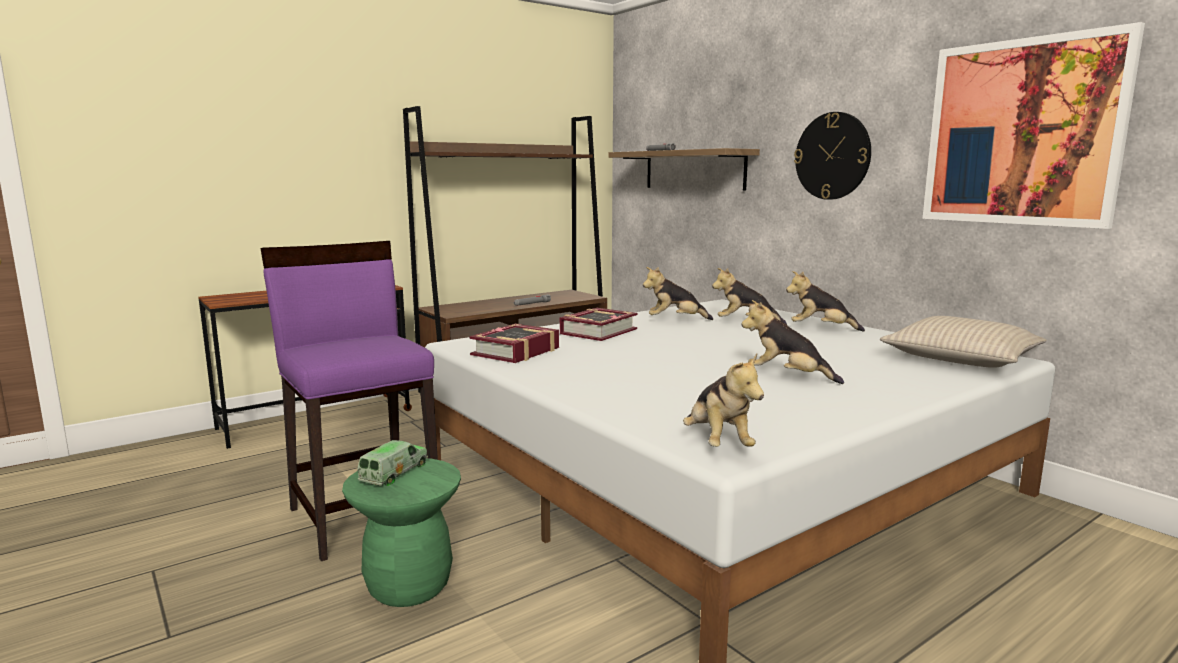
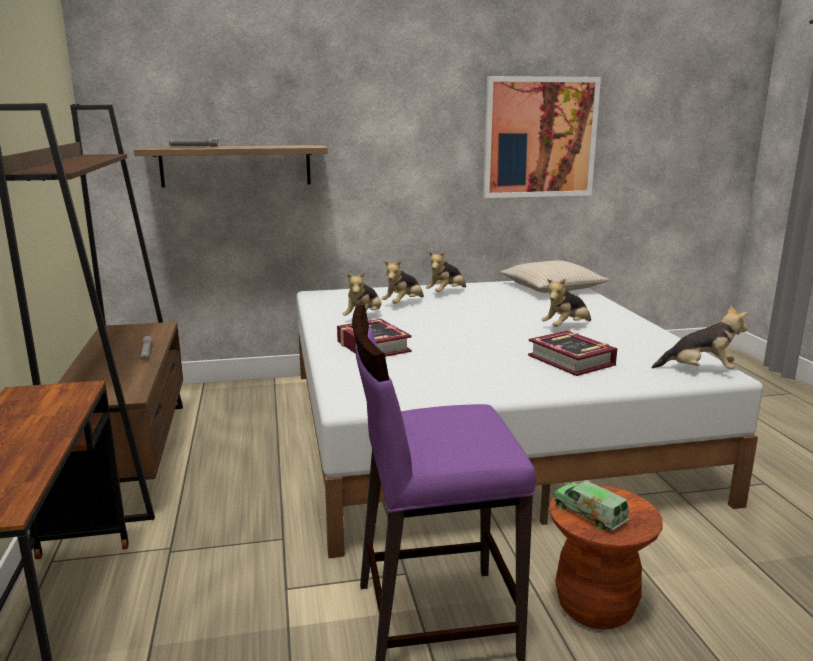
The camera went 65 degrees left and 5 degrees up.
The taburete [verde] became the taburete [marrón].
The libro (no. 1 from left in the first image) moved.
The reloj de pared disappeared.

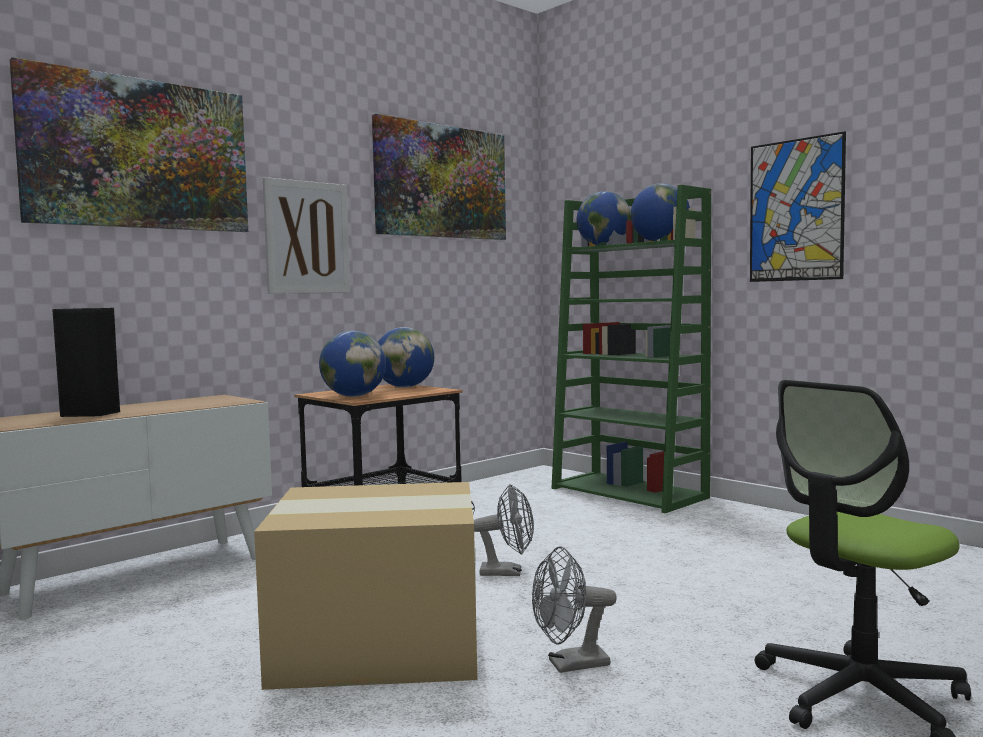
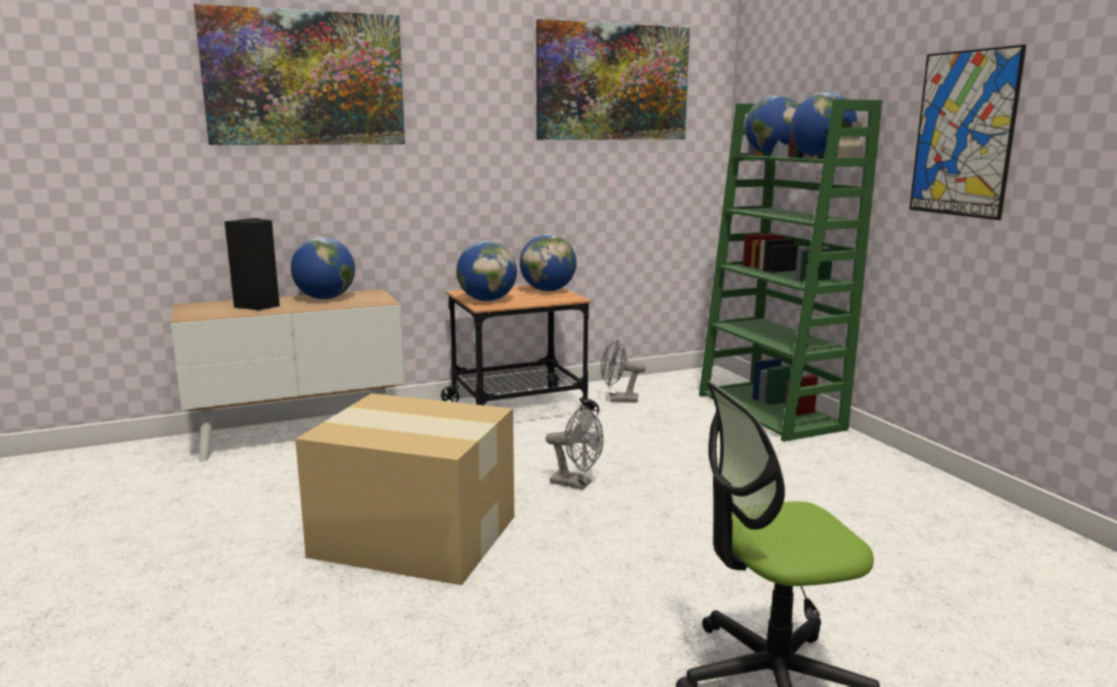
The camera went 20 degrees right and 10 degrees up.
The cuadro (no. 2 from left) disappeared.
The ventilador [gris] (no. 2 from left) moved.
The globo terráqueo (no. 1 from left) appeared.

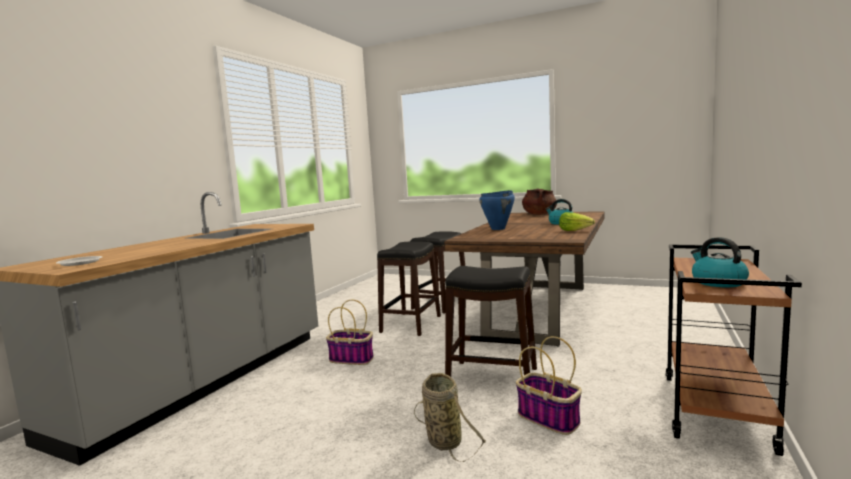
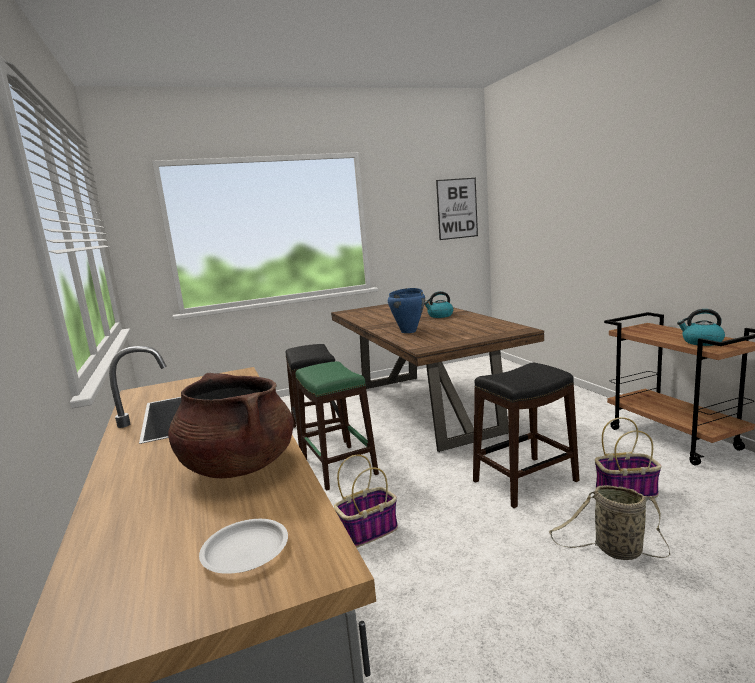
The camera went 45 degrees left and 5 degrees up.
The taburete [negro] (no. 1 from left) became the taburete [verde].
The olla [marrón] moved.
The lechuga disappeared.
The cuadro appeared.

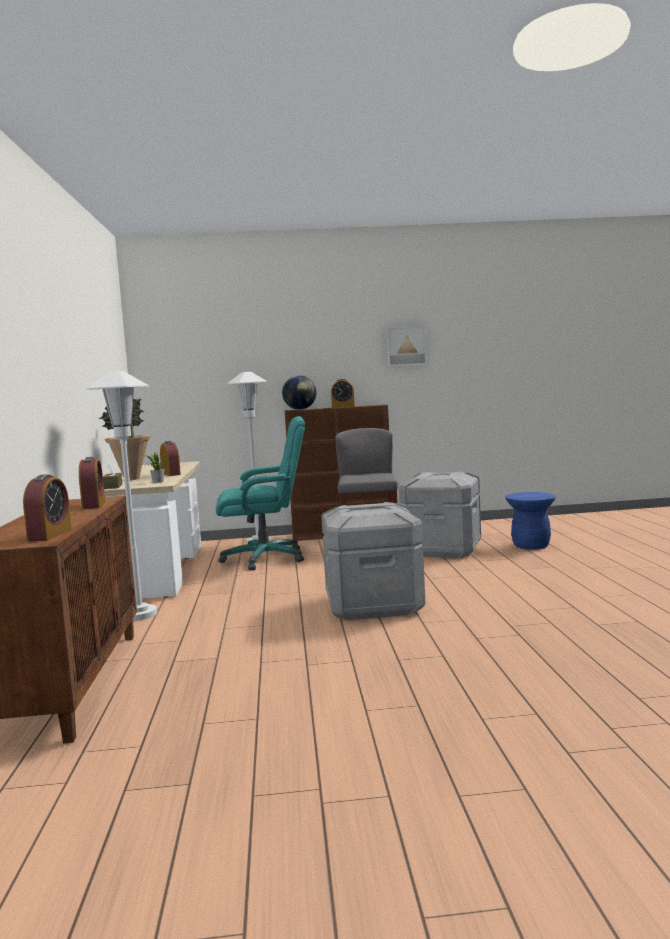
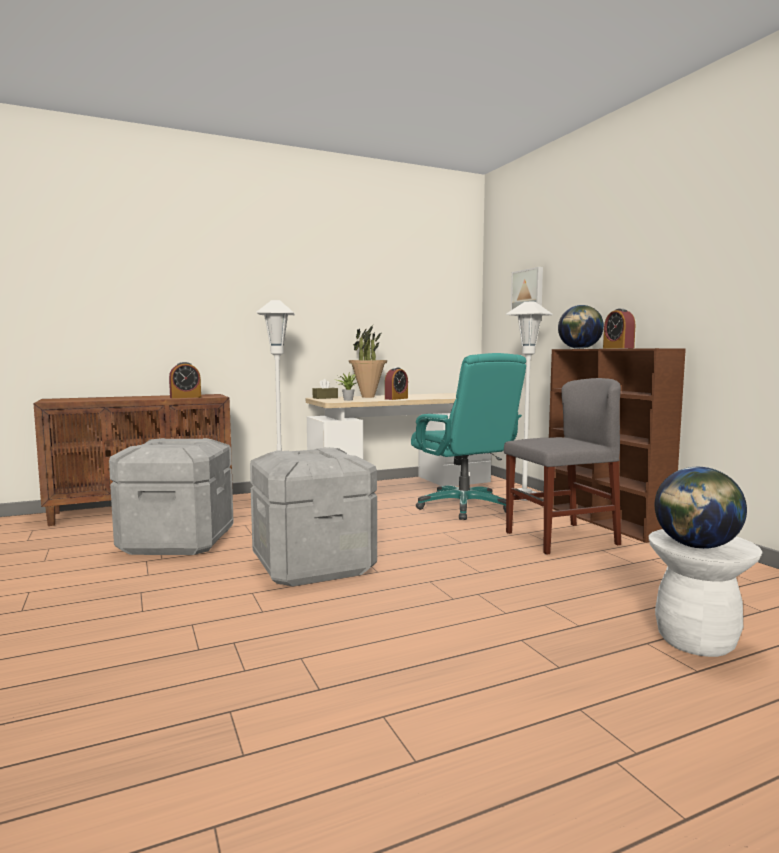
The camera went 70 degrees right and 0 degrees up.
The despertador (no. 1 from left) disappeared.
The cuadro moved.
The caja de almacenaje [gris] (no. 2 from left in the first image) moved.
The taburete [azul] became the taburete [blanco].
The globo terráqueo (no. 2 from left) appeared.

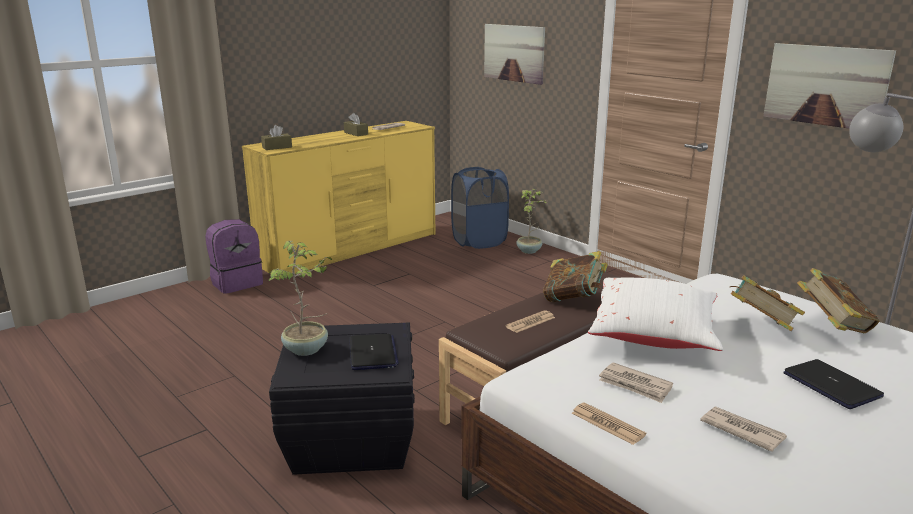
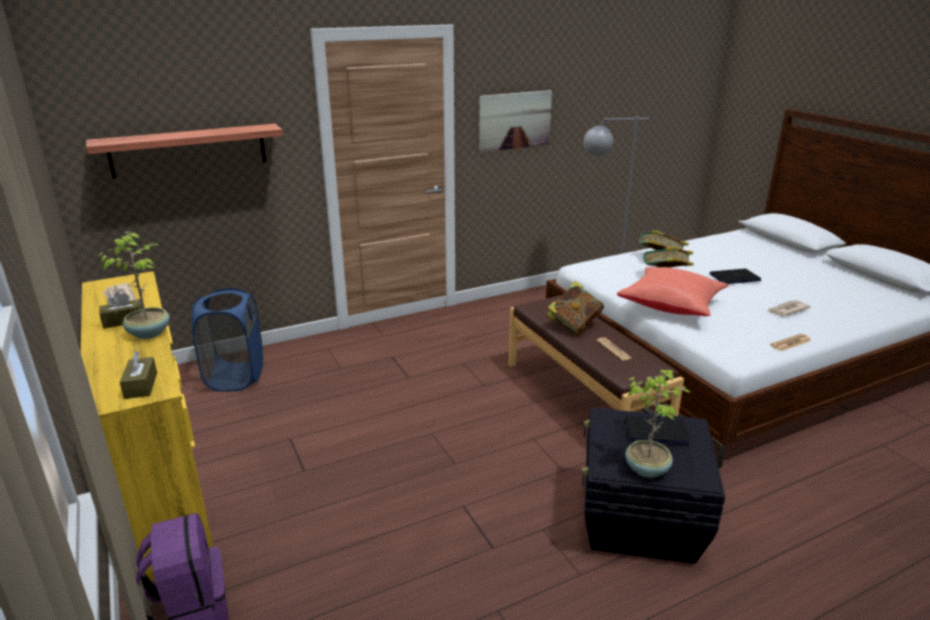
The camera went 75 degrees left and 5 degrees up.
The cuadro (no. 1 from left) was replaced by the estante.
The planta en maceta (no. 2 from left in the first image) moved.
The cojín [blanco] became the cojín [rojo].
The periódico (no. 4 from left) disappeared.

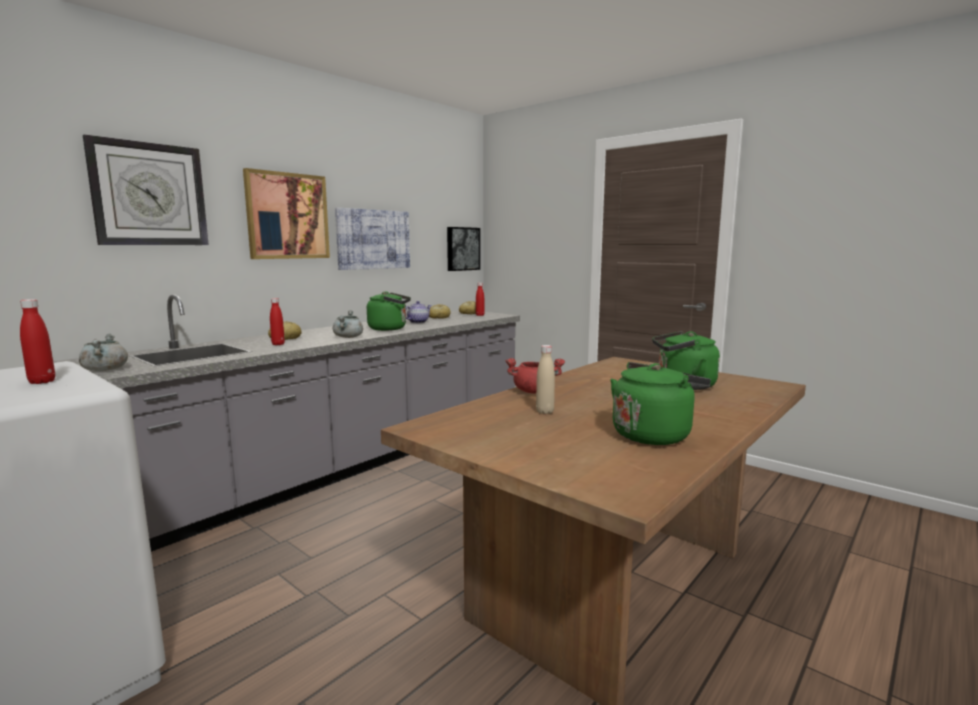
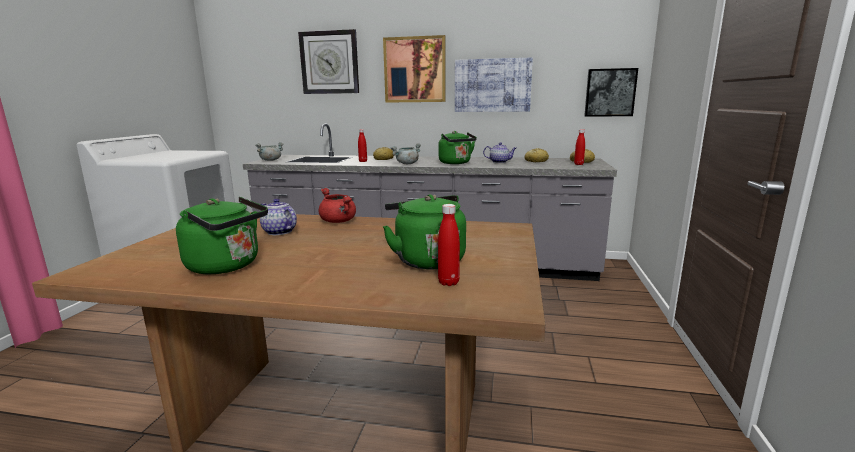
The camera went 60 degrees right and 5 degrees up.
The botella [rojo] (no. 1 from left in the first image) moved.
The botella [beis] was replaced by the tetera (no. 1 from left).

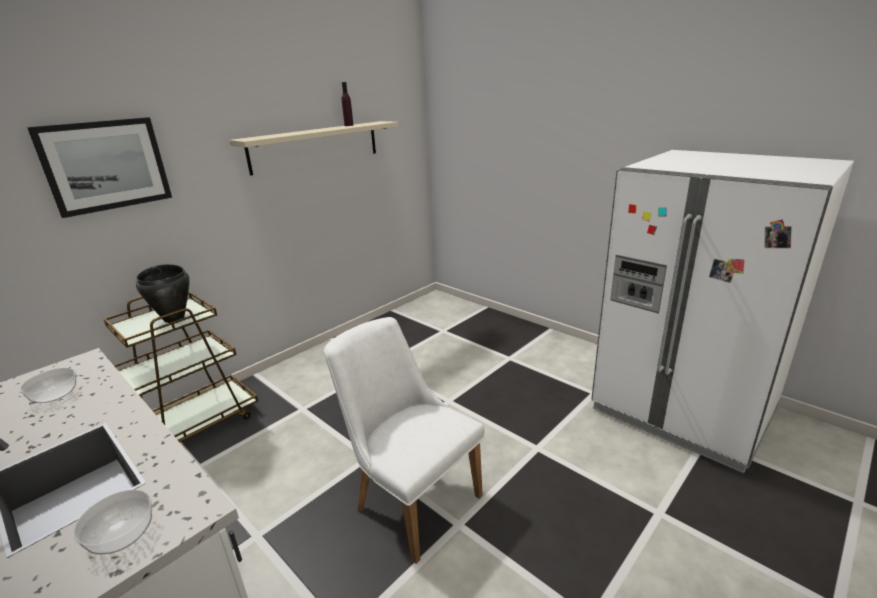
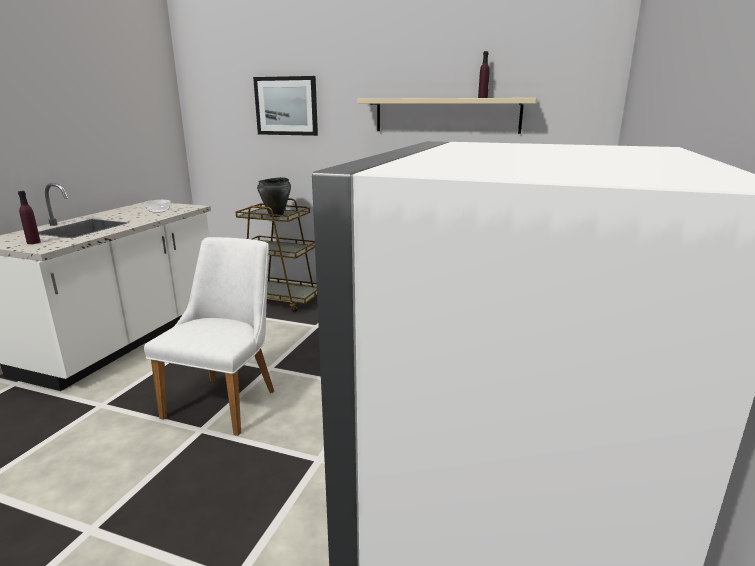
The camera went 65 degrees right and 5 degrees down.
The cuenco (no. 2 from left) was replaced by the botella [morado] (no. 1 from left).

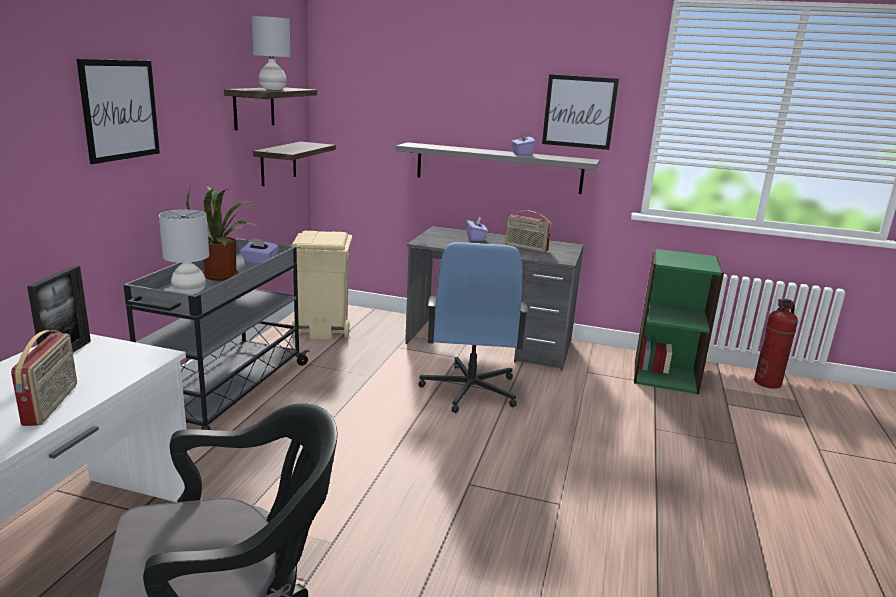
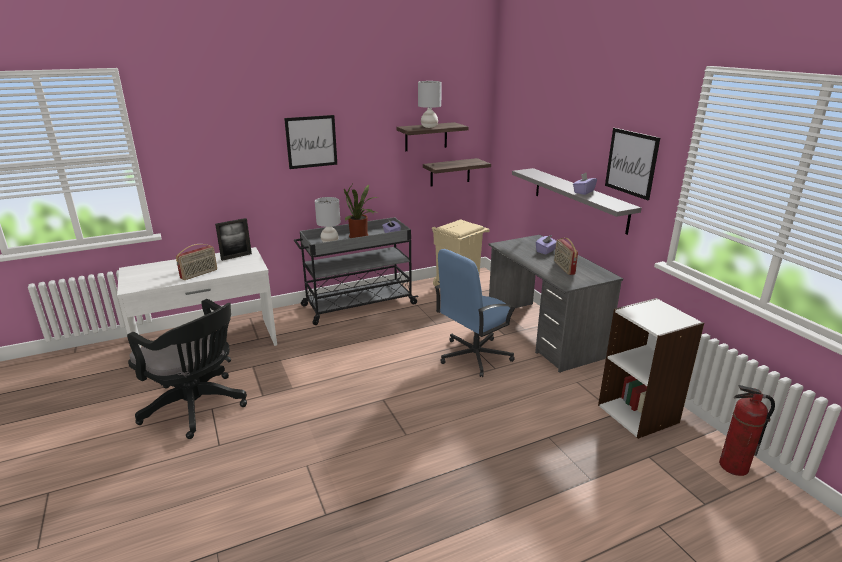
The camera went 50 degrees right and 5 degrees up.
The estantería [verde] became the estantería [blanco].

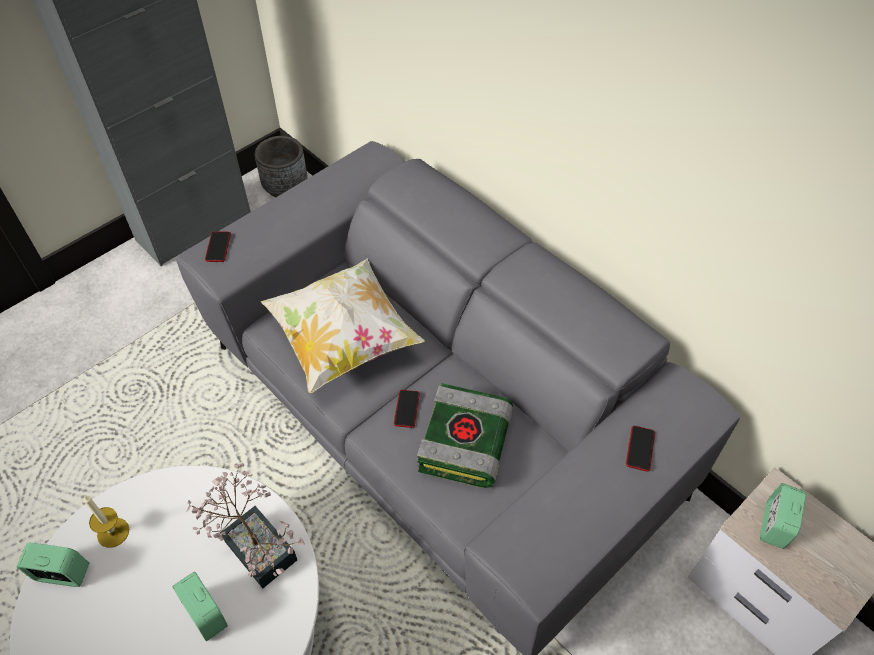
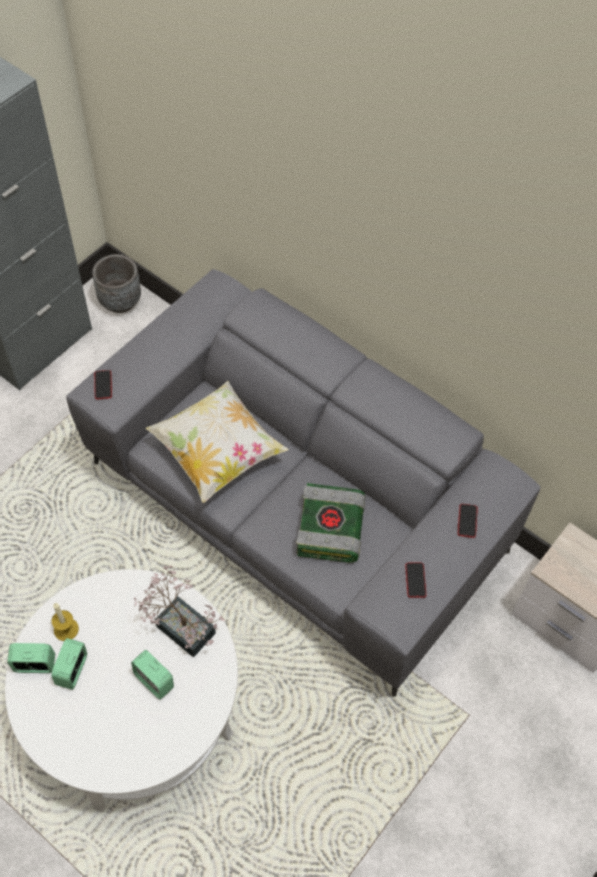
The camera went 10 degrees left and 5 degrees up.
The móvil (no. 2 from left) moved.
The despertador (no. 3 from left in the first image) moved.

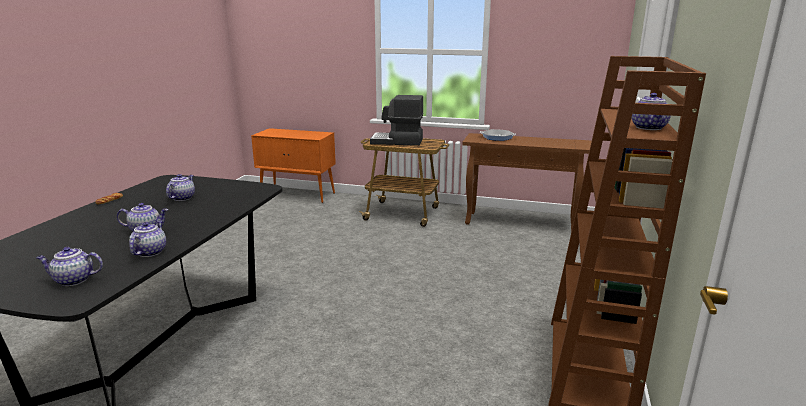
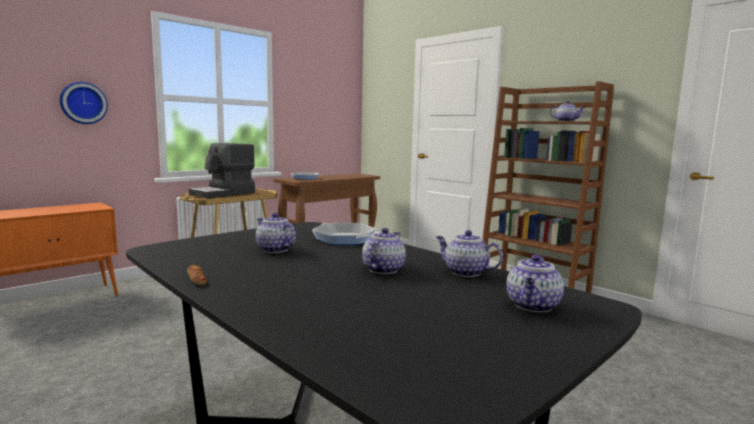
The camera went 60 degrees left and 10 degrees down.
The reloj de pared appeared.
The sartén (no. 2 from left) appeared.

